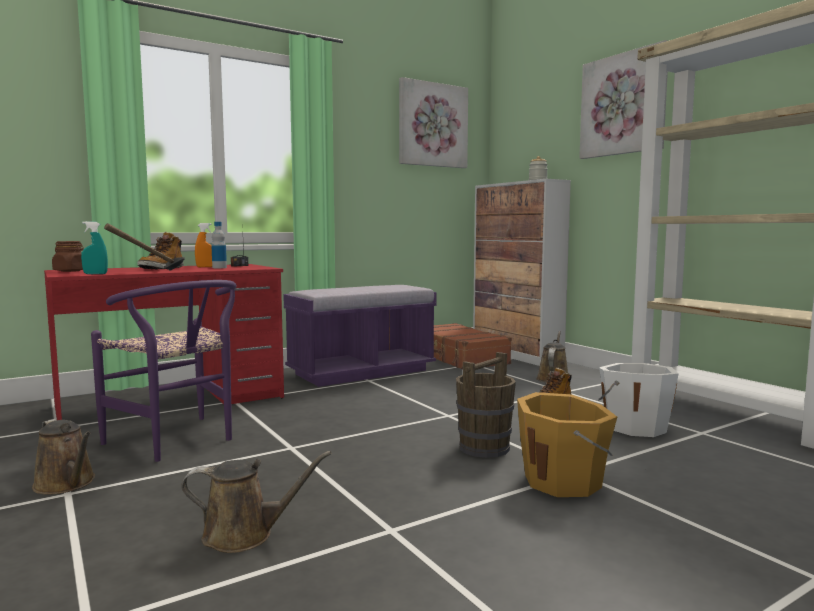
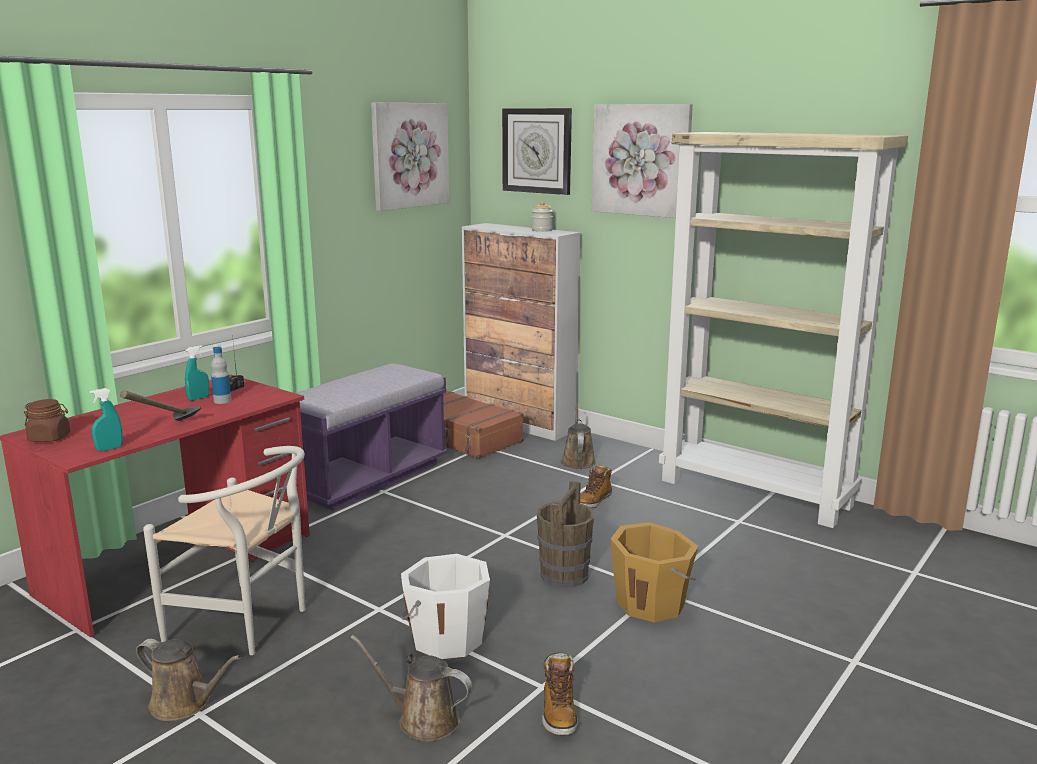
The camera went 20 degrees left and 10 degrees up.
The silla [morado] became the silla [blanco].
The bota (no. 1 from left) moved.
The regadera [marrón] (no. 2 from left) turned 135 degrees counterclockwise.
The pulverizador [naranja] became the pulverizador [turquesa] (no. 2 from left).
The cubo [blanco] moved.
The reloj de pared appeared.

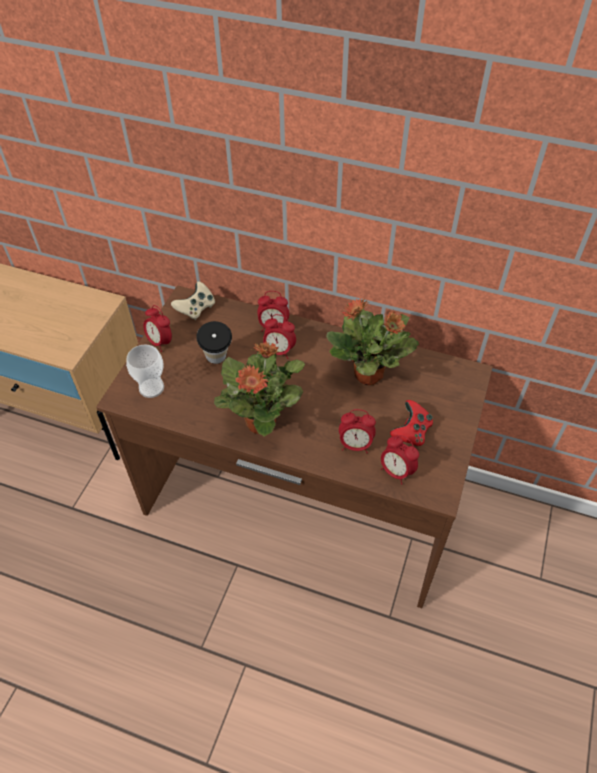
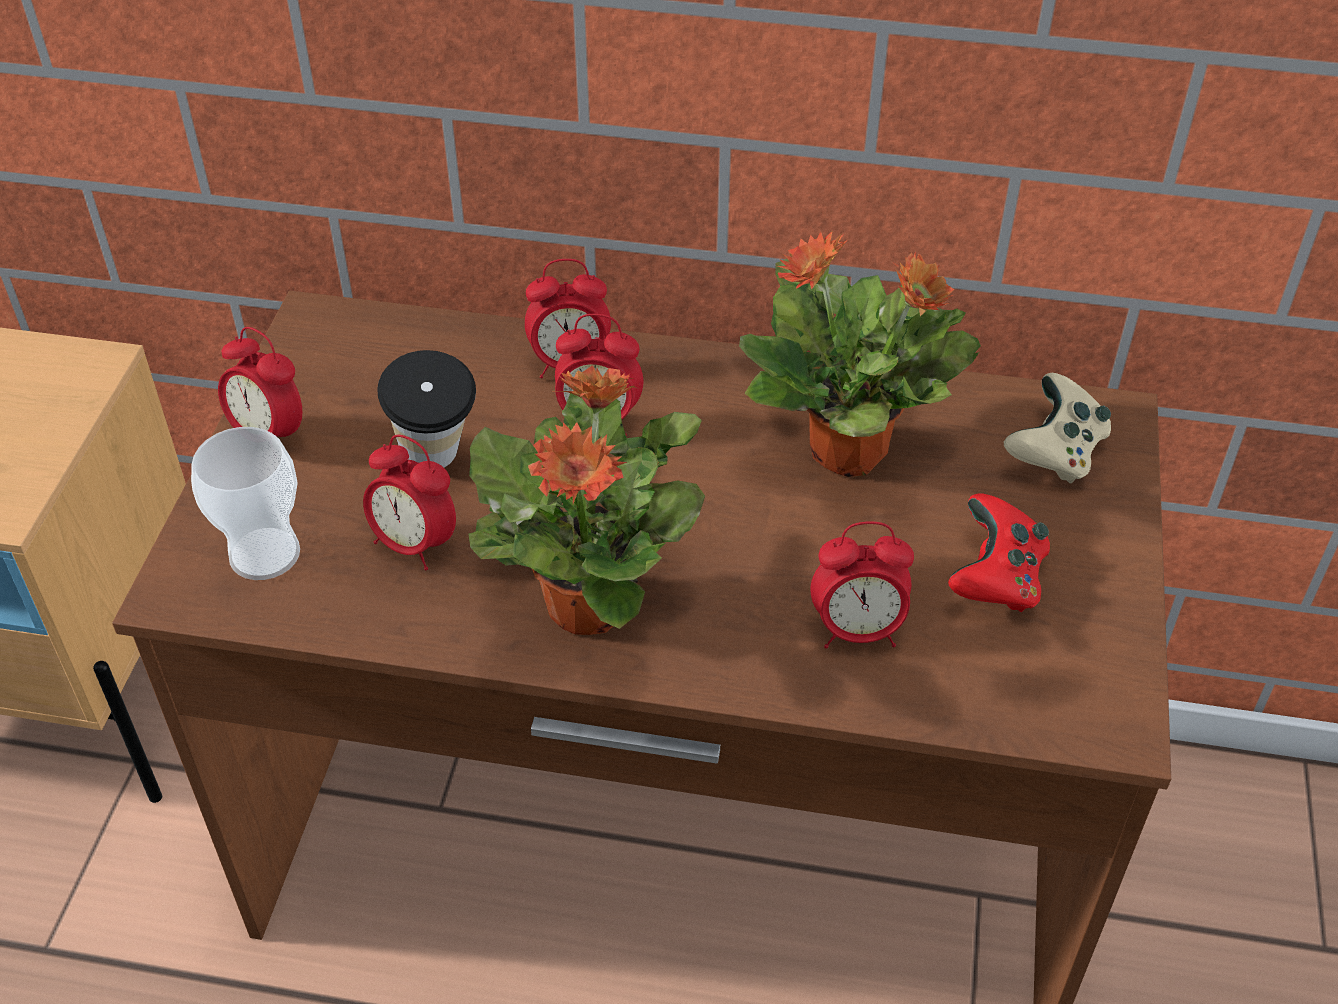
The camera went 10 degrees left and 5 degrees down.
The mando de consola [beis] moved.
The despertador (no. 5 from left in the first image) moved.

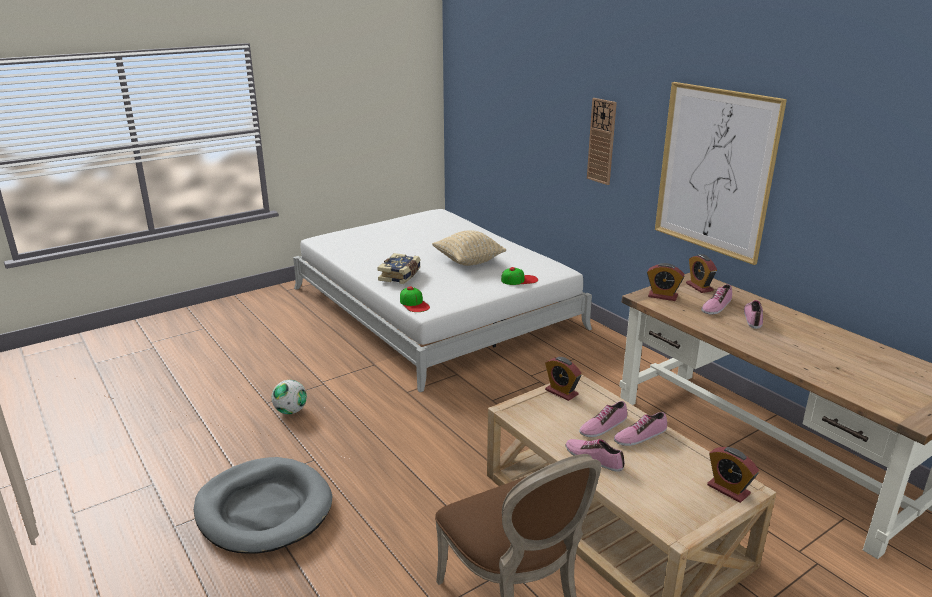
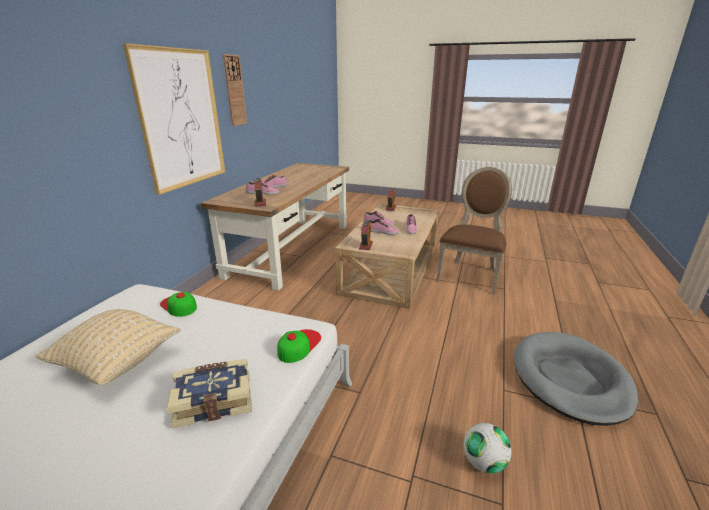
The camera went 125 degrees left and 0 degrees up.
The reloj de pared moved.
The despertador (no. 3 from left) disappeared.

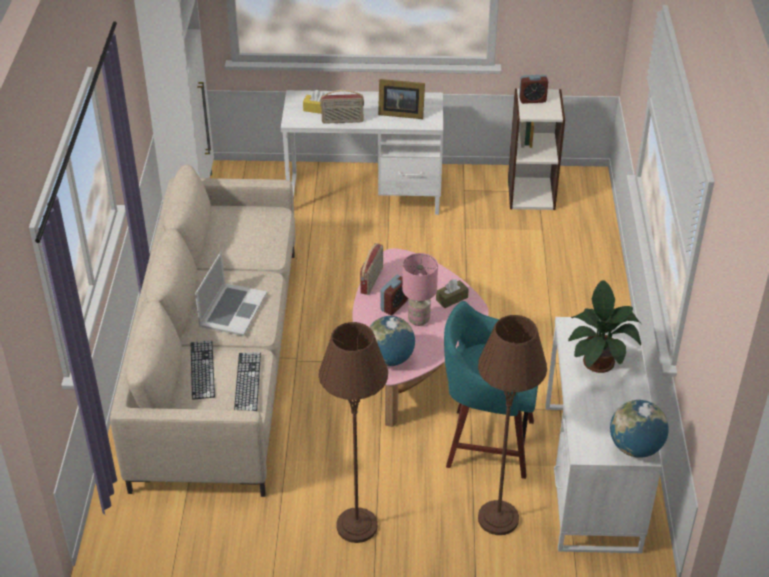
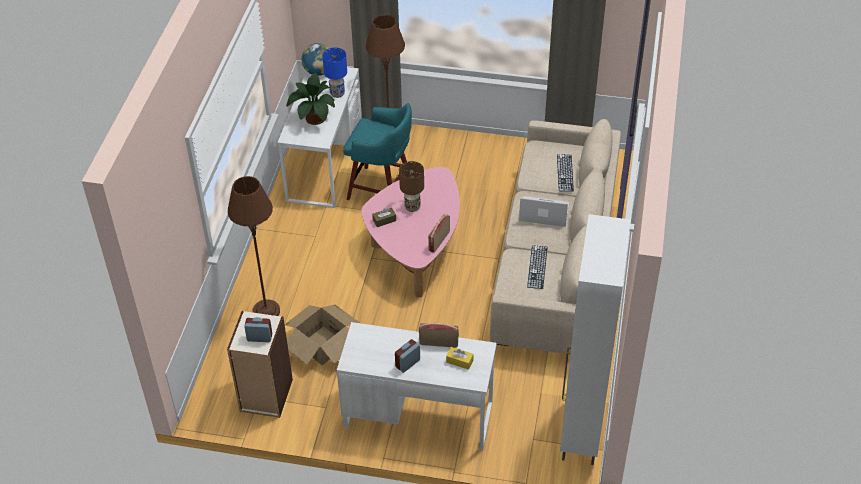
The camera went 170 degrees left and 5 degrees up.
The portátil turned 75 degrees clockwise.
The teclado (no. 2 from left in the first image) moved.
The lámpara de pie [marrón] (no. 1 from left) moved.
The globo terráqueo (no. 1 from left) disappeared.
The portarretratos disappeared.
The despertador (no. 1 from left in the first image) moved.
The lámpara de mesa [rosa] became the lámpara de mesa [marrón].
The caja de cartón appeared.
The lámpara de mesa [azul] appeared.

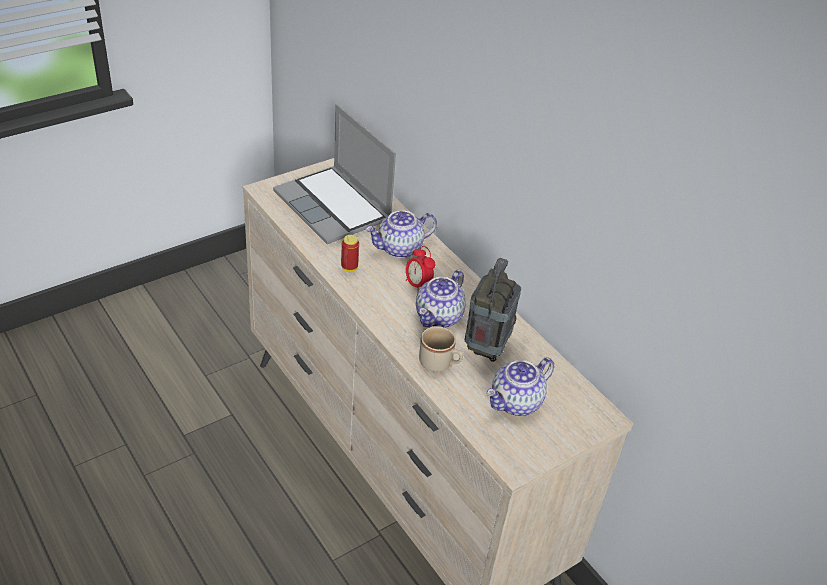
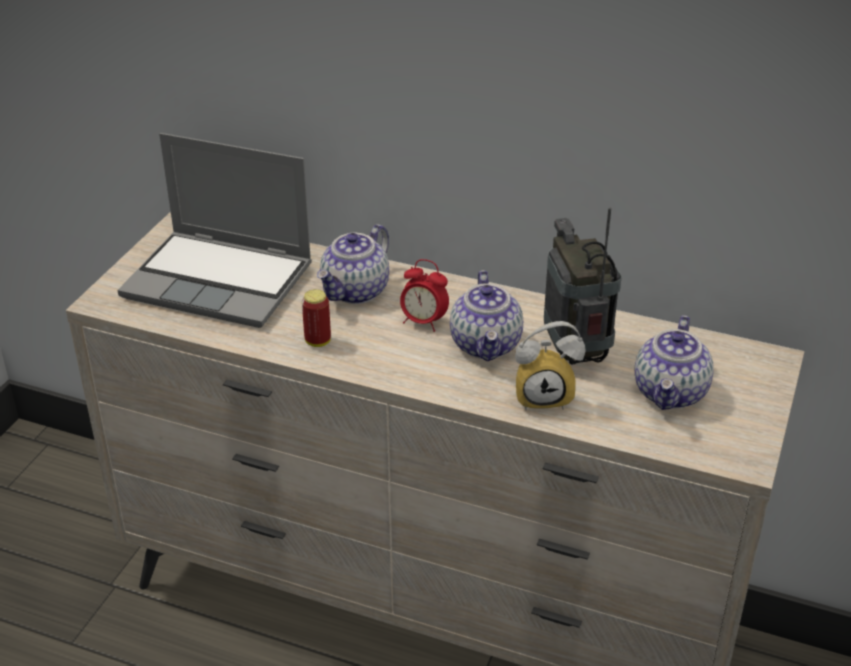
The camera went 30 degrees left and 5 degrees down.
The taza grande [beis] was replaced by the despertador (no. 2 from left).

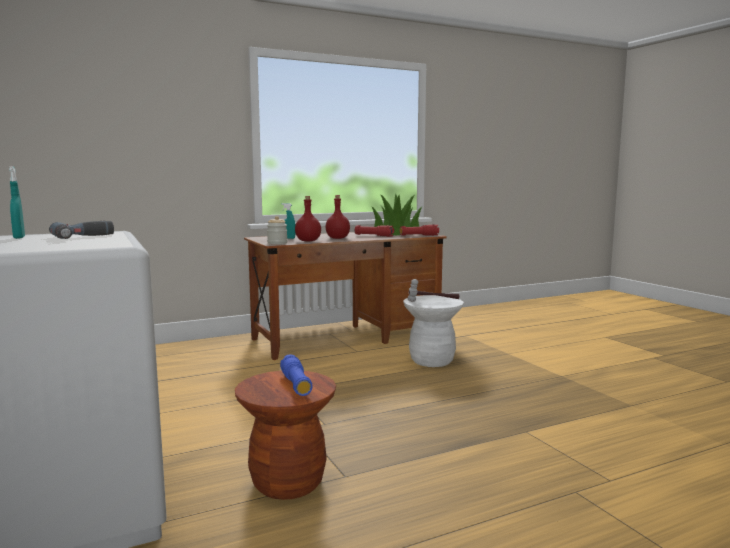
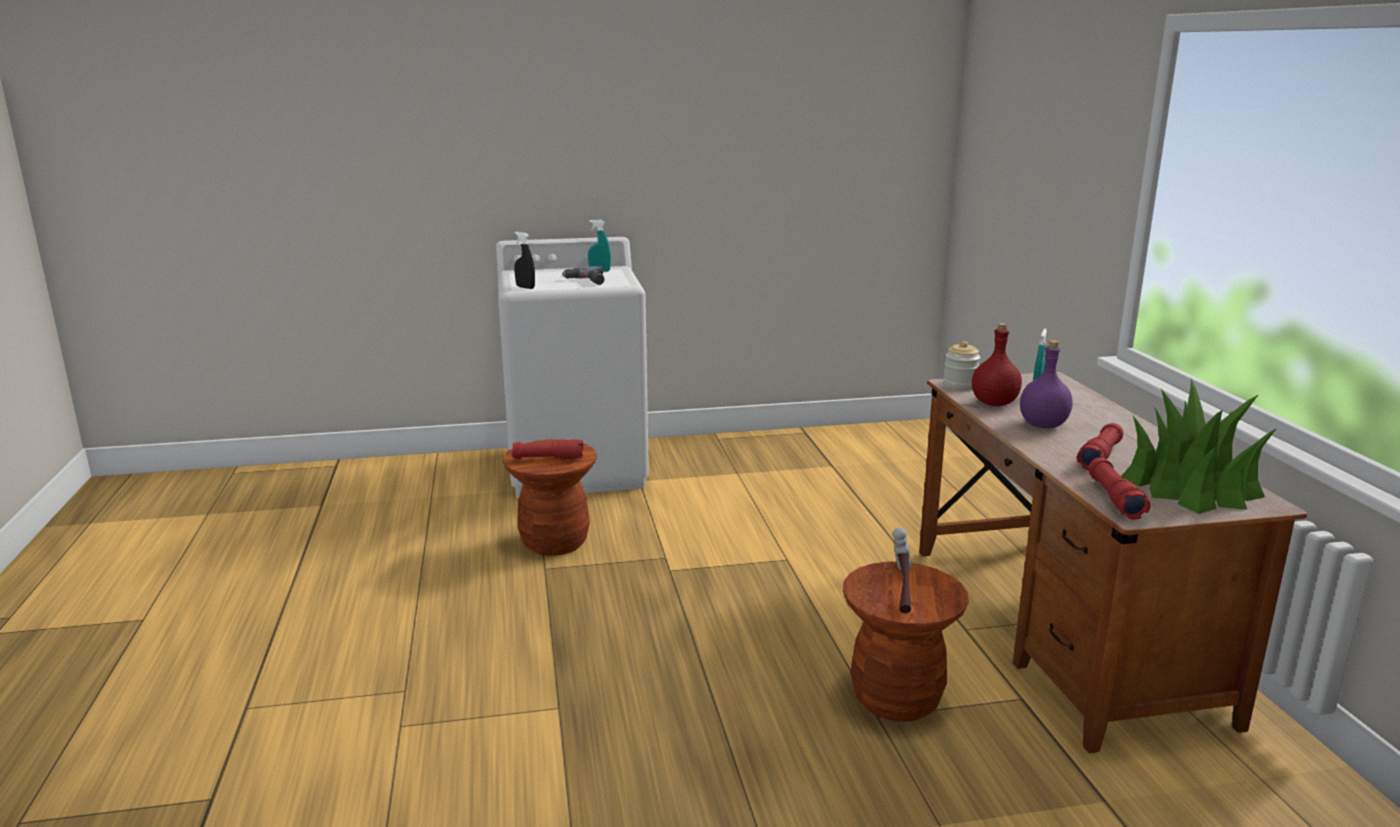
The camera went 105 degrees right and 10 degrees up.
The linterna [azul] became the linterna [rojo] (no. 1 from left).
The botella [rojo] (no. 2 from left) became the botella [morado].
The taburete [blanco] became the taburete [marrón] (no. 2 from left).
The pulverizador [negro] appeared.

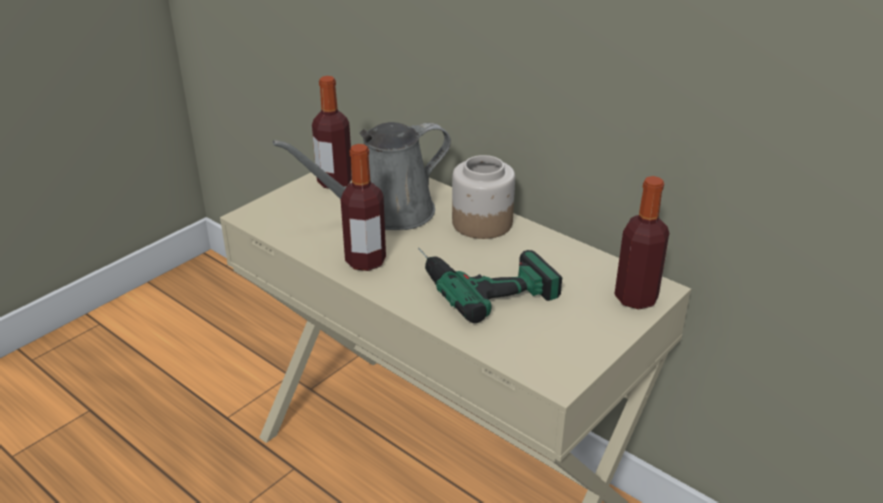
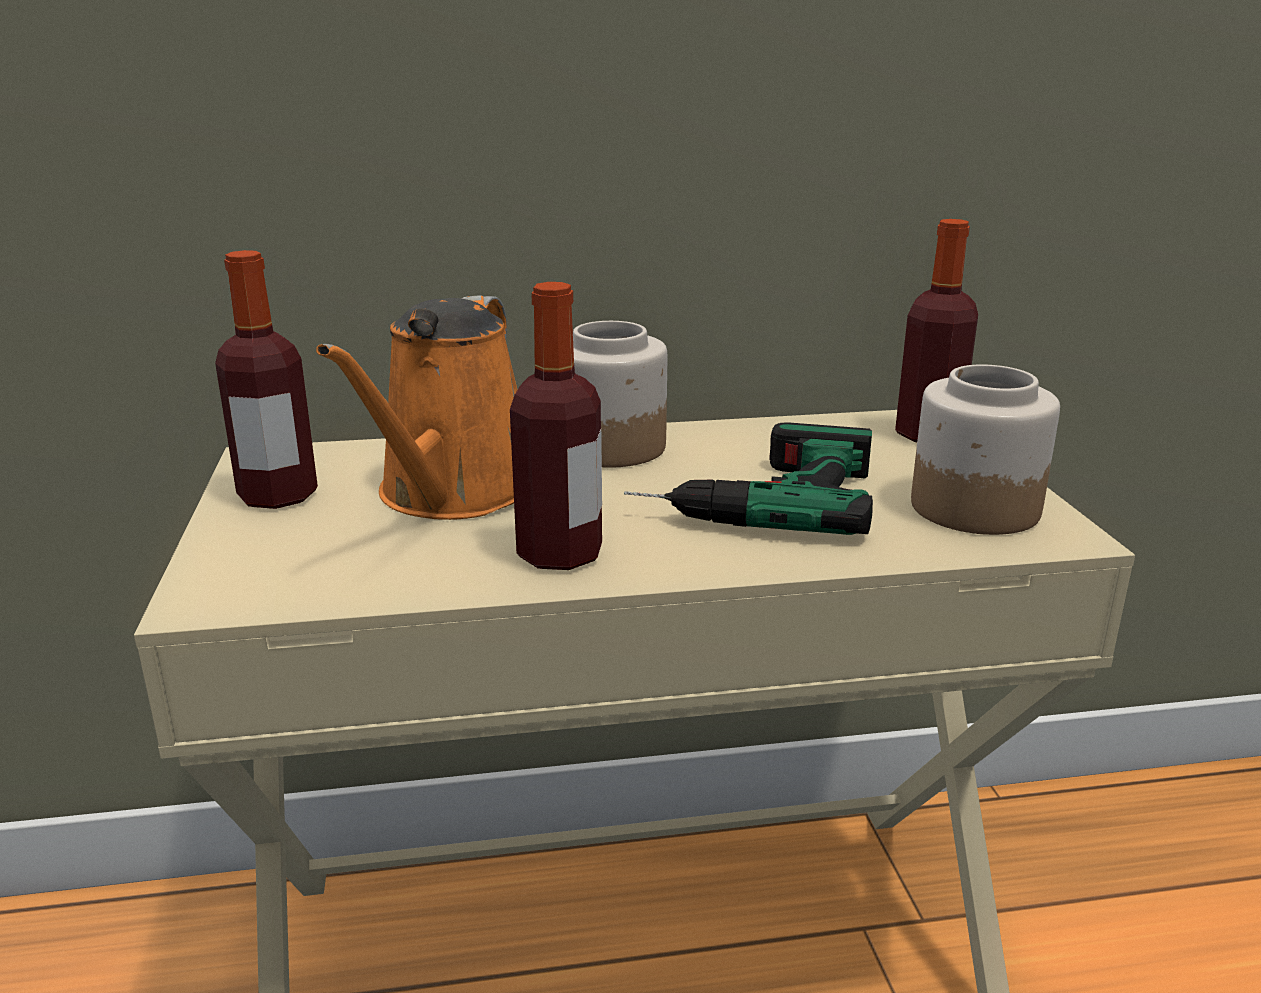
The camera went 50 degrees left and 10 degrees down.
The regadera [gris] became the regadera [naranja].
The tarro (no. 2 from left) appeared.

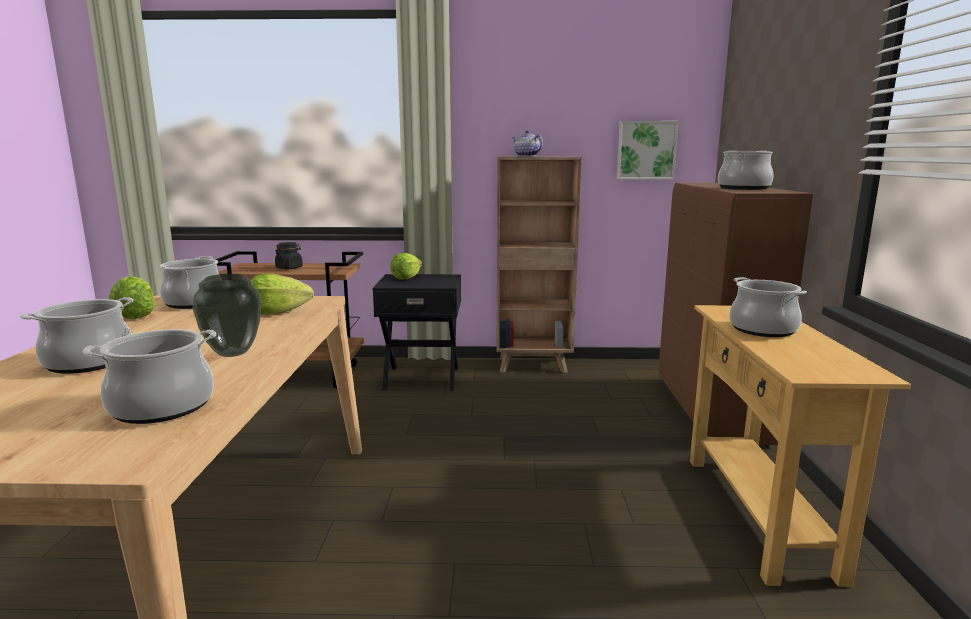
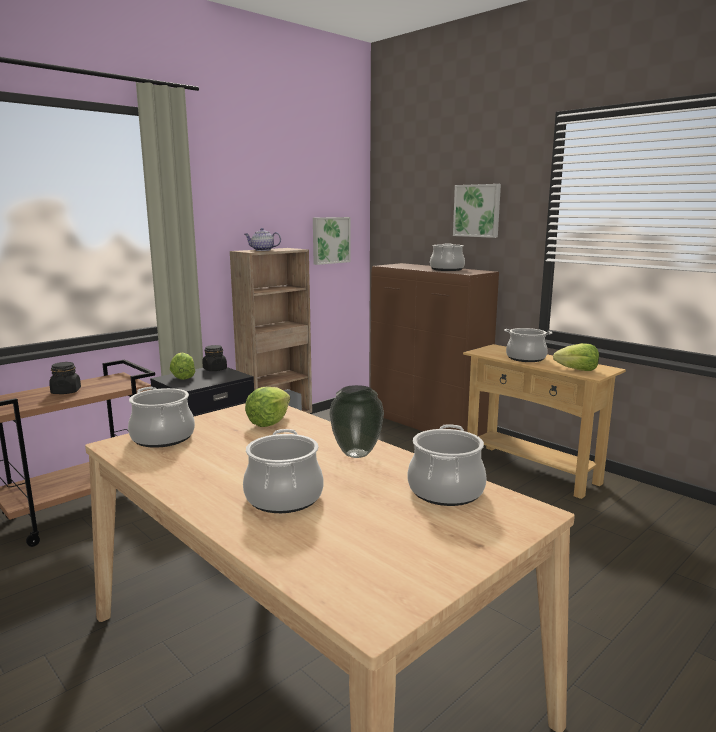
The camera went 45 degrees left and 0 degrees up.
The lechuga (no. 1 from left in the first image) moved.
The tarro [negro] (no. 2 from left) appeared.
The cuadro (no. 2 from left) appeared.

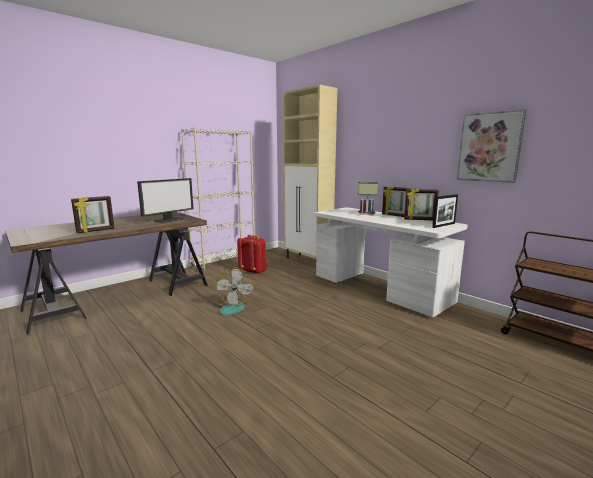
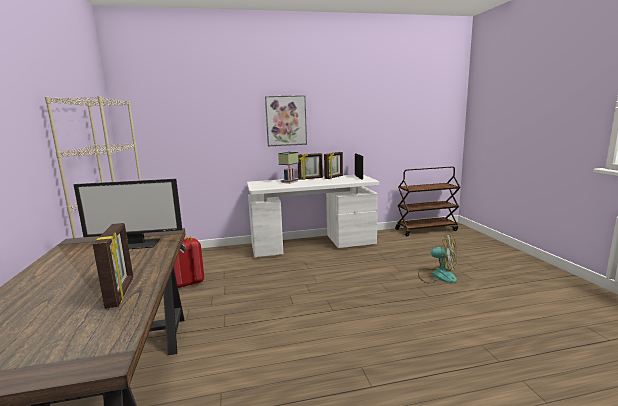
The camera went 60 degrees left and 0 degrees up.
The monitor turned 105 degrees clockwise.
The ventilador moved.
The armario [beis] disappeared.
The cuadro moved.

